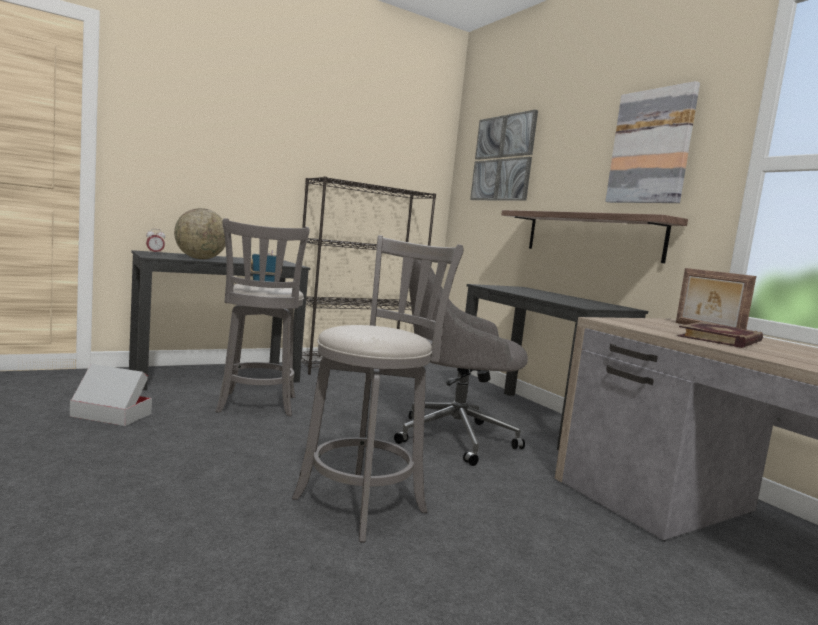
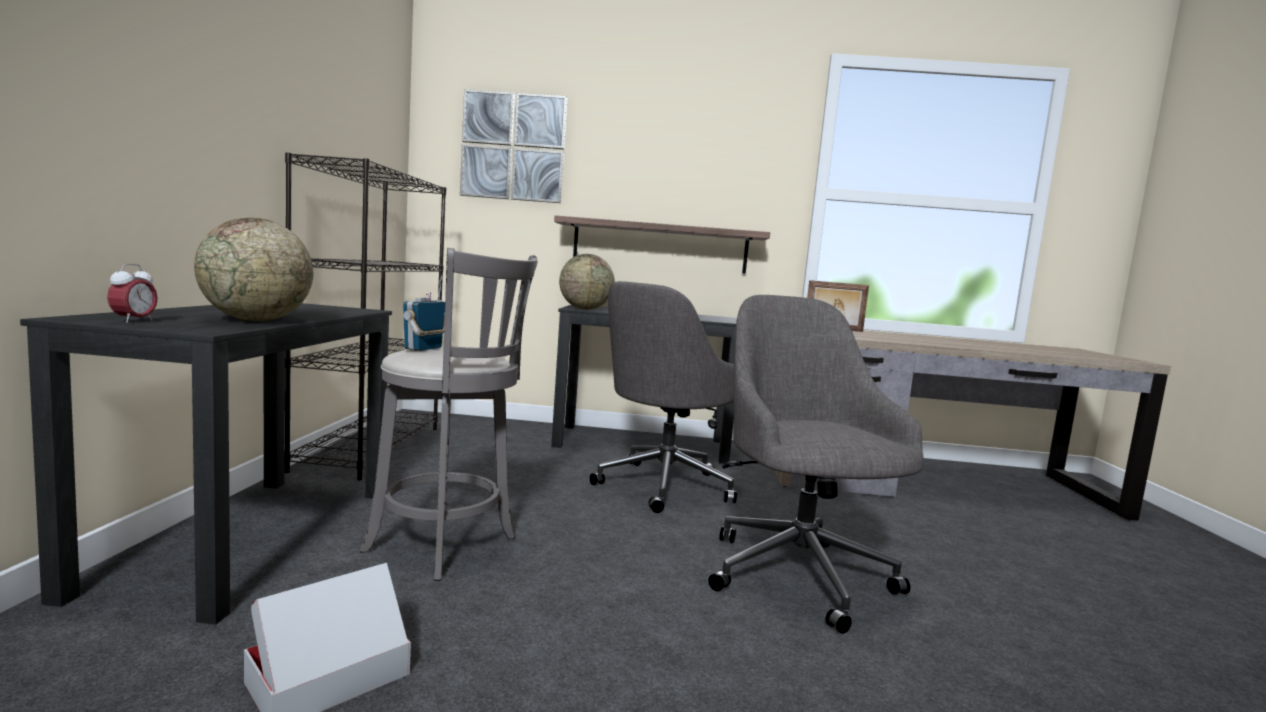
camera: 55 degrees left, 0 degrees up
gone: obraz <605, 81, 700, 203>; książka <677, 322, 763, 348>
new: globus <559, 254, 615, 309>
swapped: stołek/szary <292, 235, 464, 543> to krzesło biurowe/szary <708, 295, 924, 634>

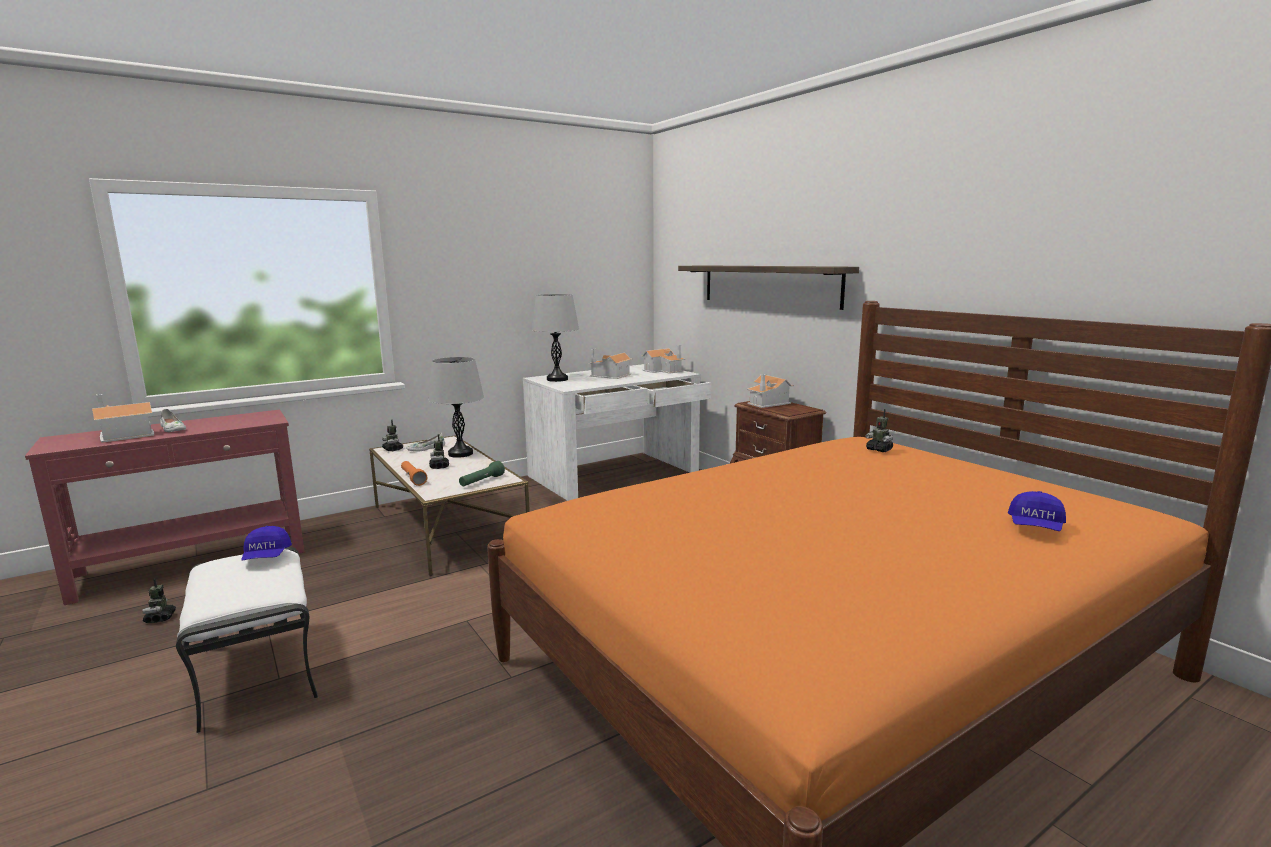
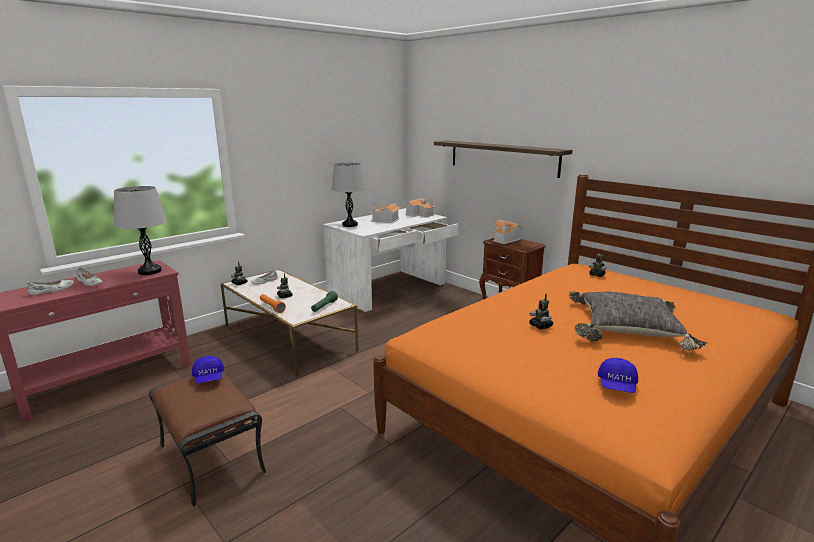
camera: 10 degrees left, 5 degrees up
new: poduszka <569, 291, 707, 351>
shifted: robot zabawkowy <142, 579, 176, 623> to <529, 294, 553, 330>; lampa stołowa/szary <428, 357, 484, 458> to <114, 186, 167, 275>; czapka z daszkiem/niebieski <1008, 491, 1066, 531> to <598, 358, 638, 393>
swapped: domek <92, 394, 154, 443> to but/biały <28, 280, 74, 295>
repainted: pufa/biały <176, 547, 318, 733> to pufa/brązowy <149, 372, 266, 507>

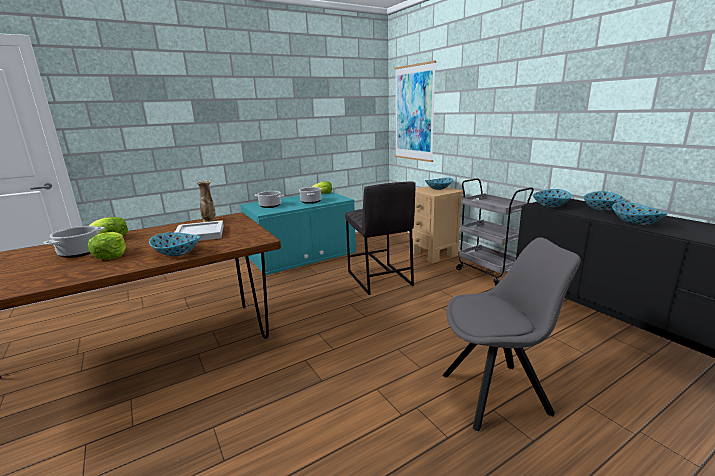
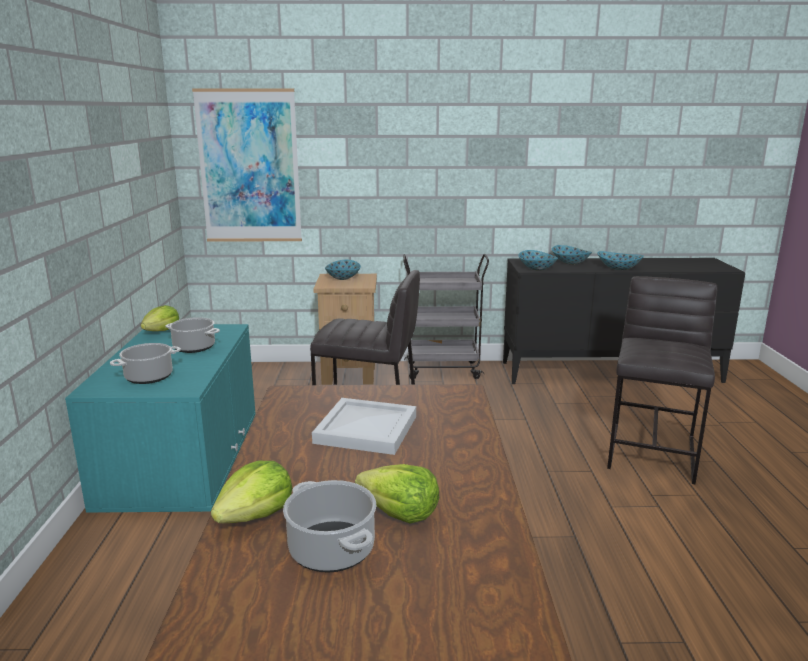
camera: 60 degrees left, 0 degrees up
gone: miska <149, 232, 200, 256>; wazon <196, 180, 215, 222>
swapped: krzesło/szary <442, 237, 581, 431> to stołek/szary <607, 276, 717, 484>

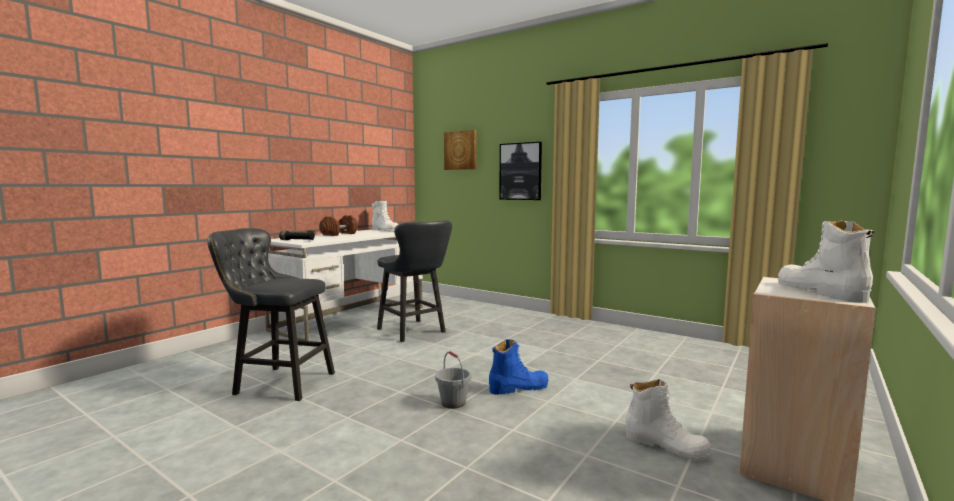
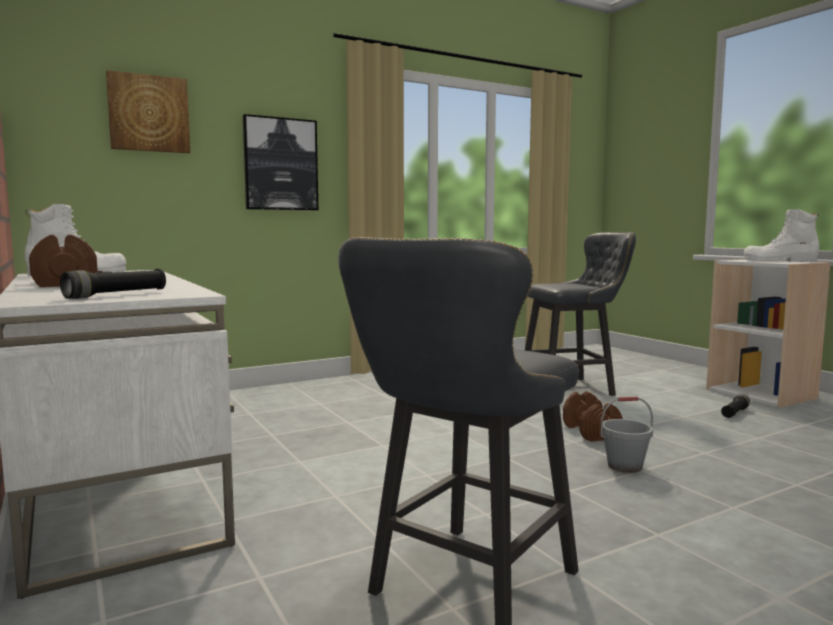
camera: 65 degrees left, 0 degrees up
shifted: stołek/szary <377, 220, 452, 342> to <525, 232, 636, 396>
swapped: but z cholewką/niebieski <489, 340, 549, 395> to hantel/brązowy <563, 391, 623, 442>; but z cholewką/biały <626, 379, 711, 461> to latarka/czarny <721, 394, 750, 418>

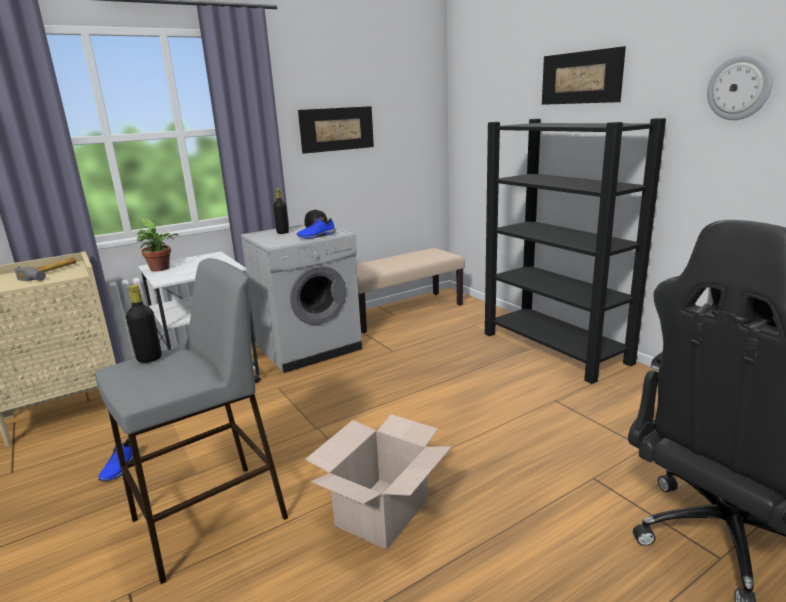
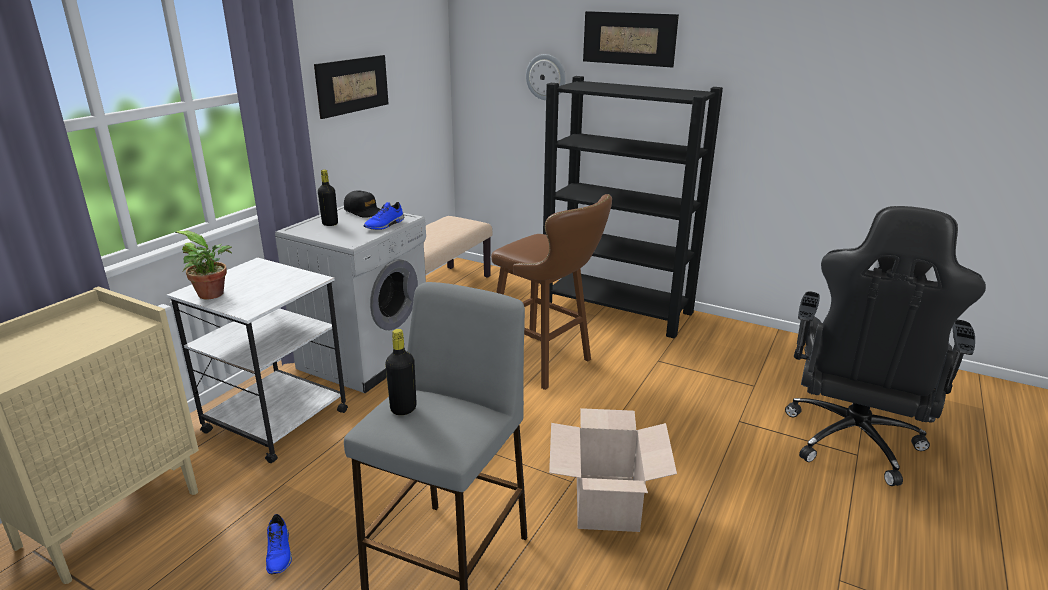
camera: 30 degrees left, 5 degrees up
gone: młotek <15, 257, 76, 281>
new: stołek/brązowy <491, 194, 612, 390>
shifted: zegar ścienny <707, 54, 773, 120> to <526, 54, 566, 100>

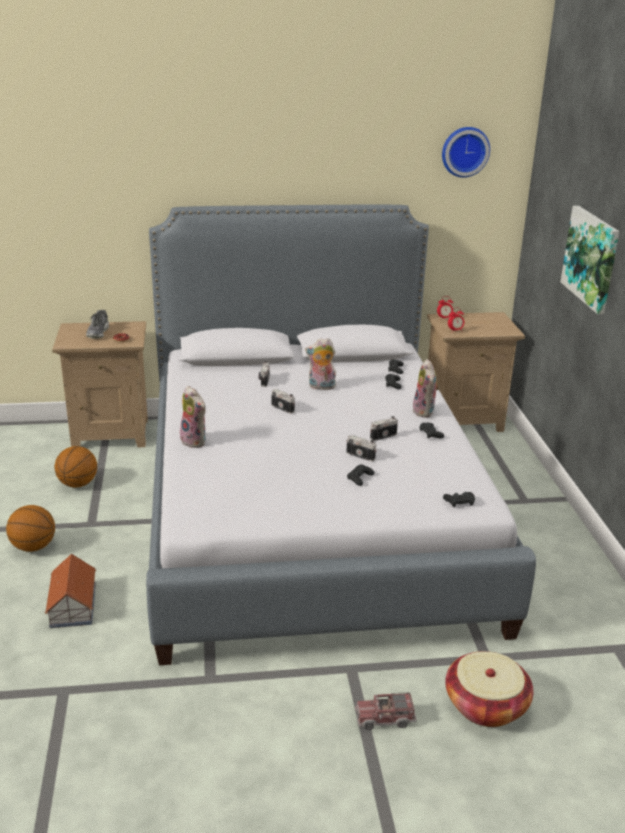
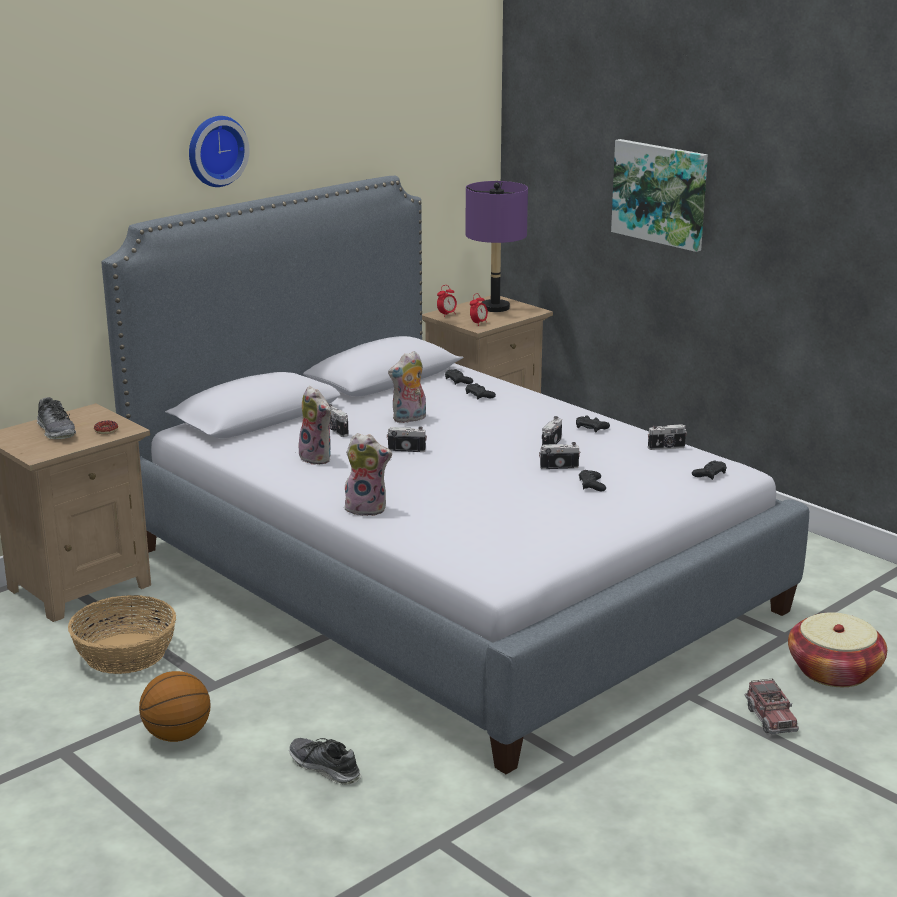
camera: 35 degrees left, 5 degrees down
new: lampa stołowa/fioletowy <466, 181, 528, 312>; aparat fotograficzny <648, 424, 687, 450>
shifted: pluszak <413, 359, 440, 418> to <299, 386, 331, 465>; zegar ścienny <442, 127, 490, 178> to <189, 116, 249, 187>
swapped: domek <45, 554, 96, 628> to but <289, 738, 361, 785>; piłka do koszykówki <55, 446, 97, 488> to koszyk <68, 595, 176, 674>
rotated: ciężarówka zabawkowa <355, 692, 417, 730> = <744, 678, 799, 734> 60 degrees counterclockwise

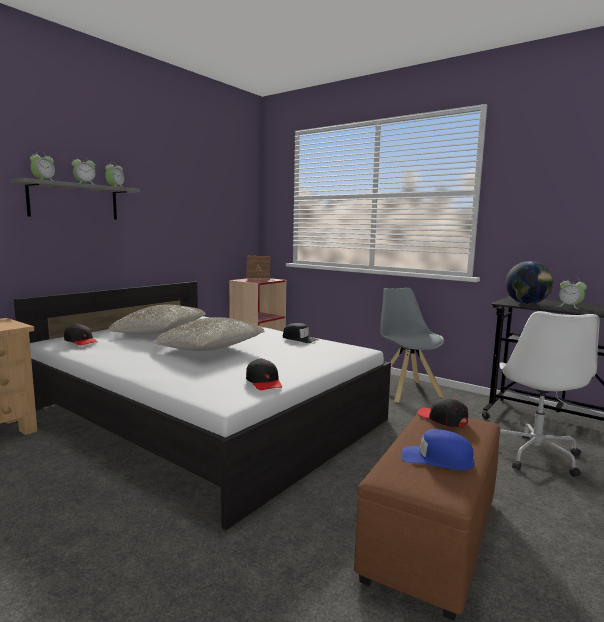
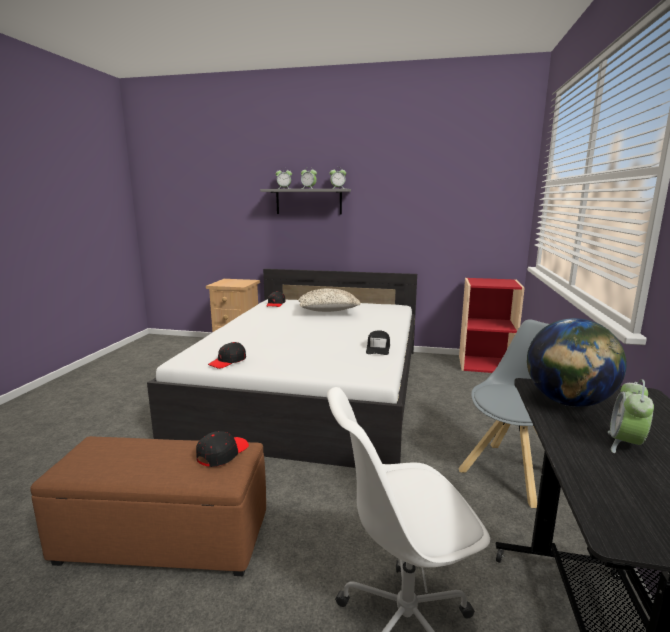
camera: 65 degrees right, 5 degrees up
gone: poduszka/beżowy <154, 317, 265, 351>; domek <246, 256, 275, 281>; czapka z daszkiem/niebieski <401, 429, 474, 470>

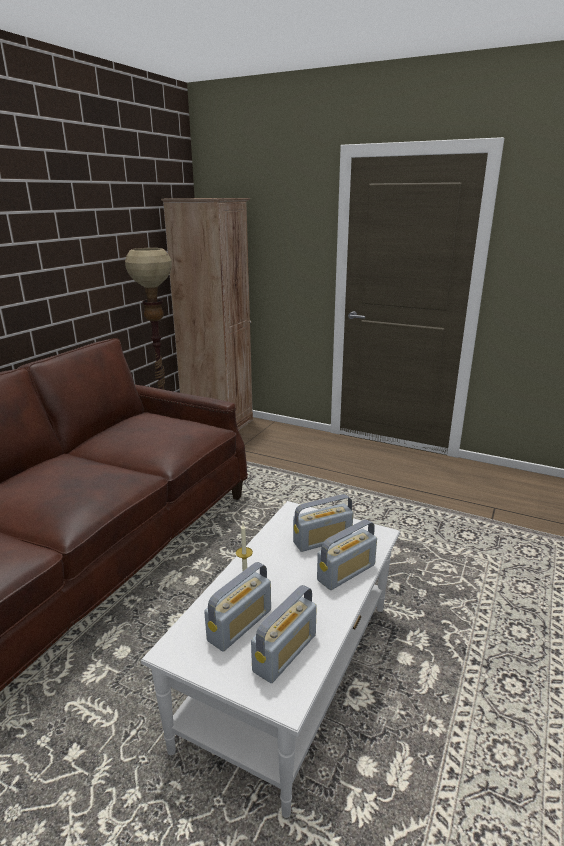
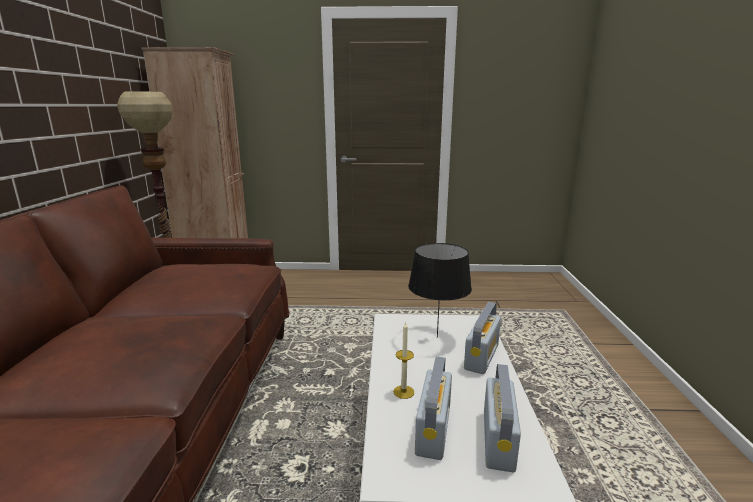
camera: 25 degrees left, 5 degrees down
swapped: radio <293, 494, 353, 552> to lampa stołowa/czarny <408, 243, 472, 338>

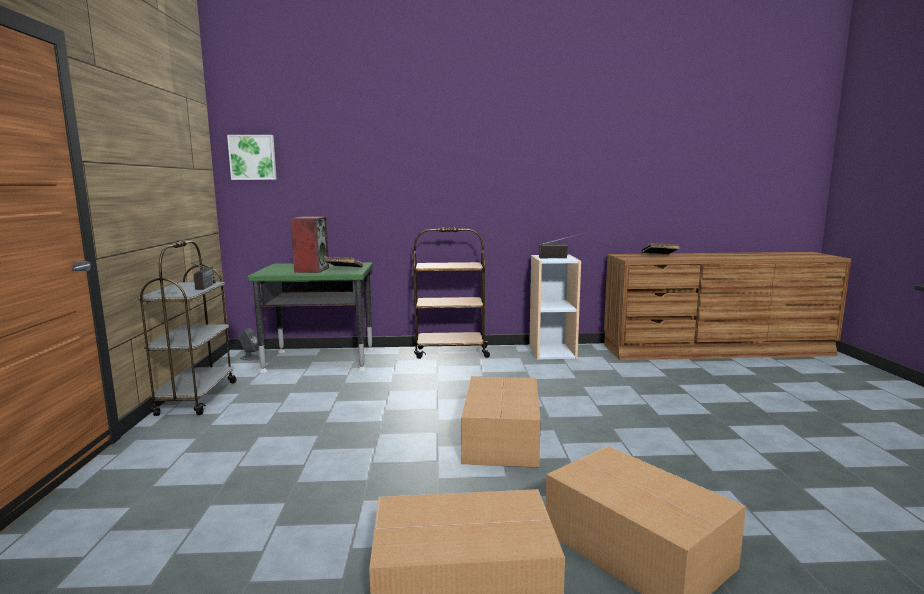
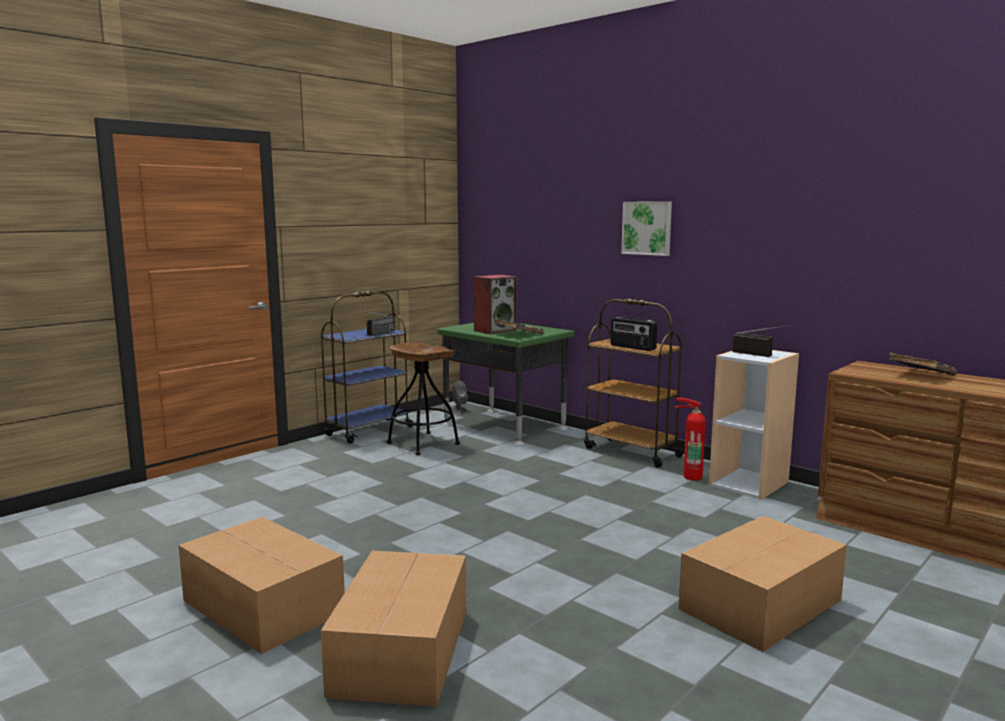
camera: 45 degrees right, 0 degrees up
new: stołek/brązowy <387, 342, 460, 455>; radio <610, 317, 657, 351>; gaśnica <675, 398, 706, 481>
shifted: obraz <227, 135, 277, 180> to <621, 201, 672, 256>; karton <461, 376, 541, 468> to <679, 516, 847, 652>
repainted: wózek/szary <138, 240, 236, 416> to wózek/niebieski <321, 291, 413, 444>

